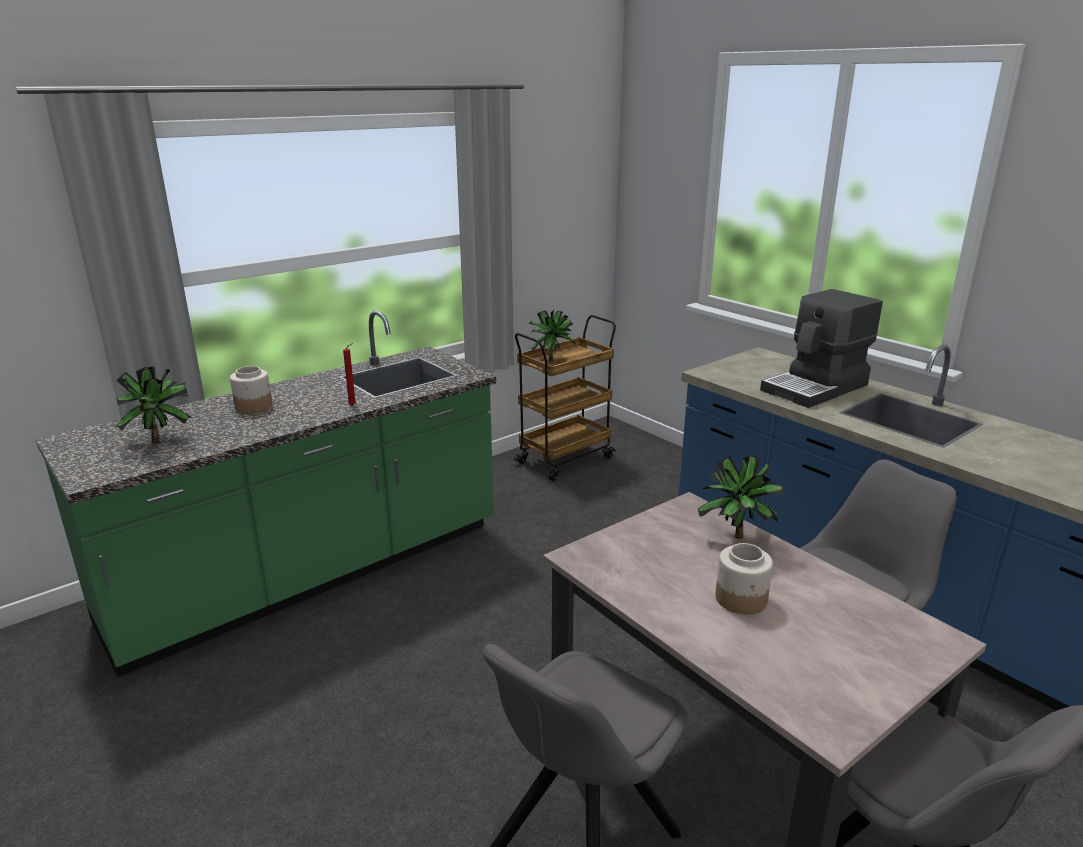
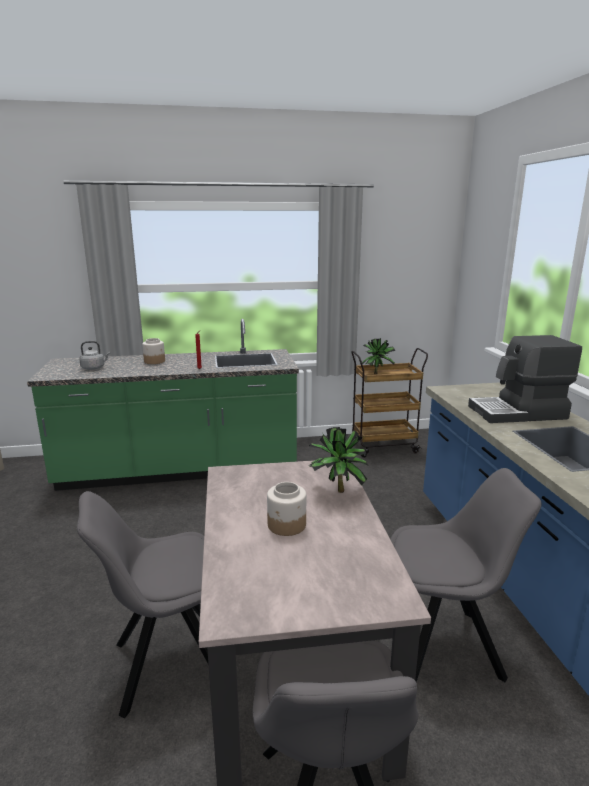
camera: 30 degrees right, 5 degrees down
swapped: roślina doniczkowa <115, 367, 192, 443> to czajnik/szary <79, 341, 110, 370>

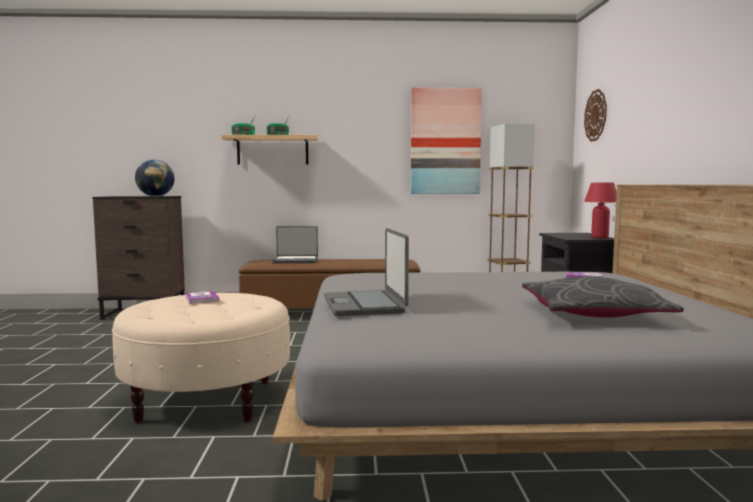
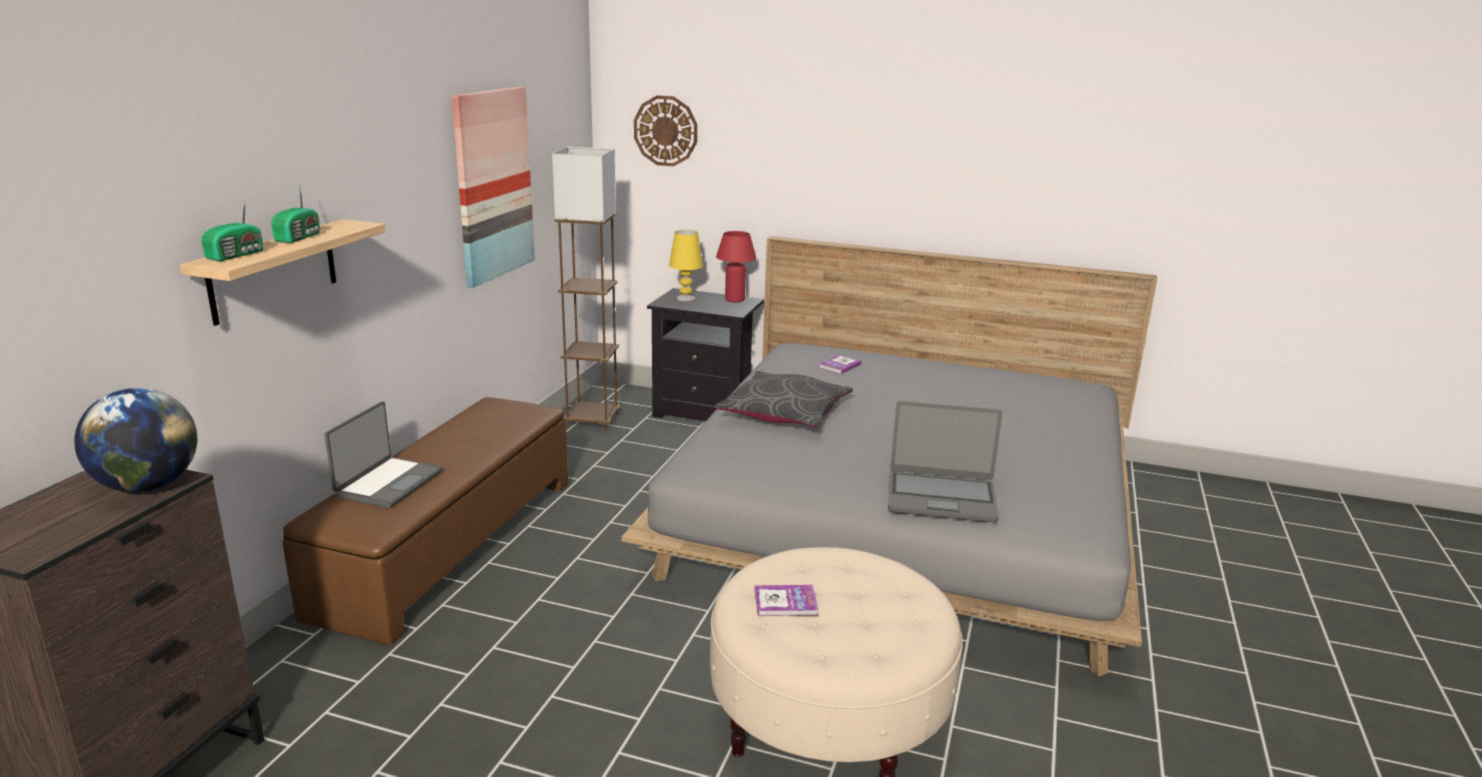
camera: 70 degrees left, 15 degrees up
new: lampa stołowa/żółty <669, 230, 703, 301>
shifted: poduszka/szary <522, 276, 684, 317> to <715, 371, 853, 428>

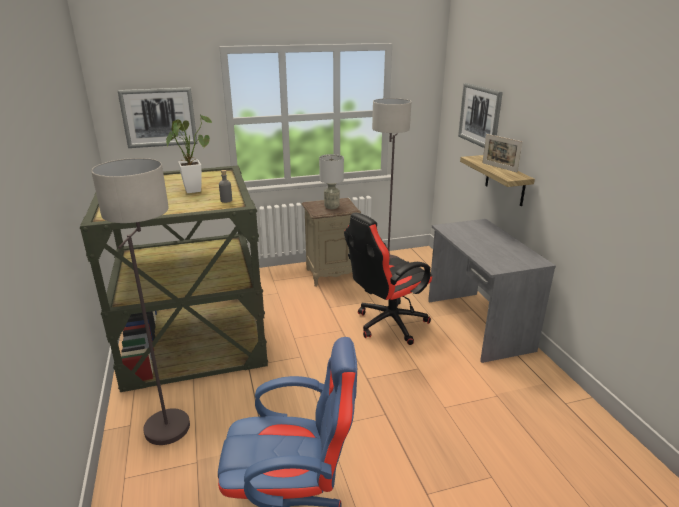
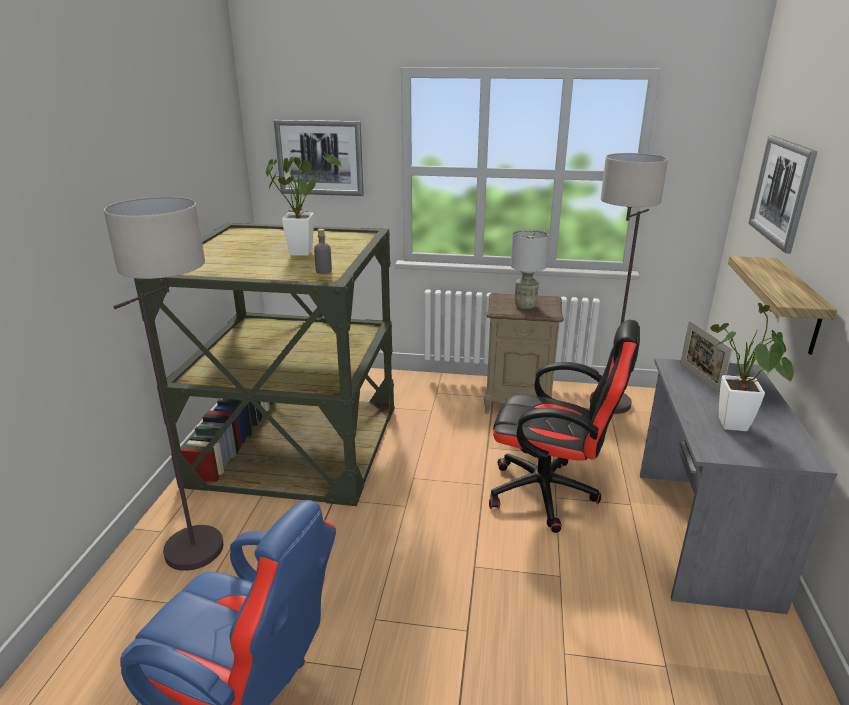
camera: 25 degrees right, 0 degrees up
new: roślina doniczkowa <708, 303, 794, 431>
shifted: ramka na zdjęcie <482, 134, 523, 173> to <681, 321, 733, 393>
rotated: krzesło biurowe/czarny <344, 213, 432, 345> = <489, 320, 640, 533> 150 degrees counterclockwise

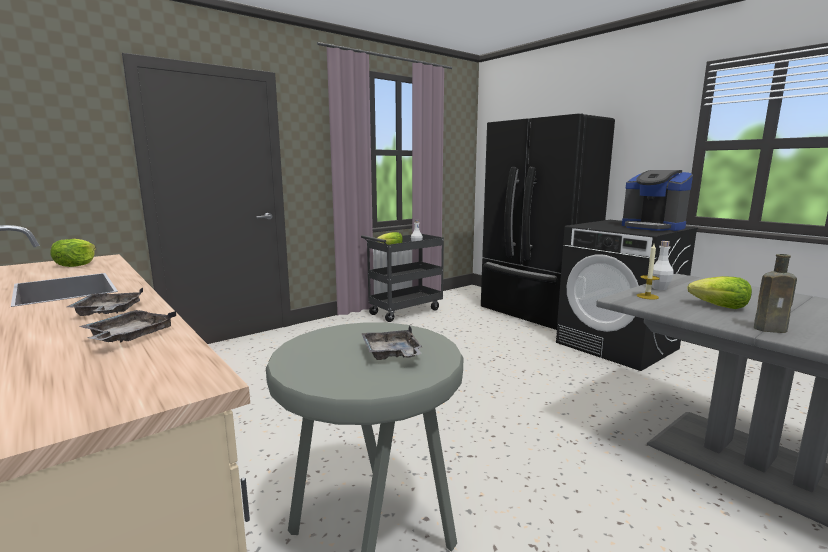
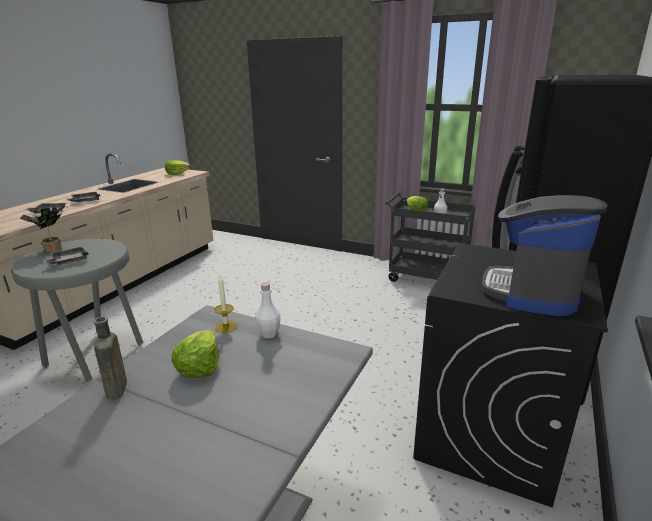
camera: 65 degrees right, 10 degrees up
new: roślina doniczkowa <20, 208, 61, 252>

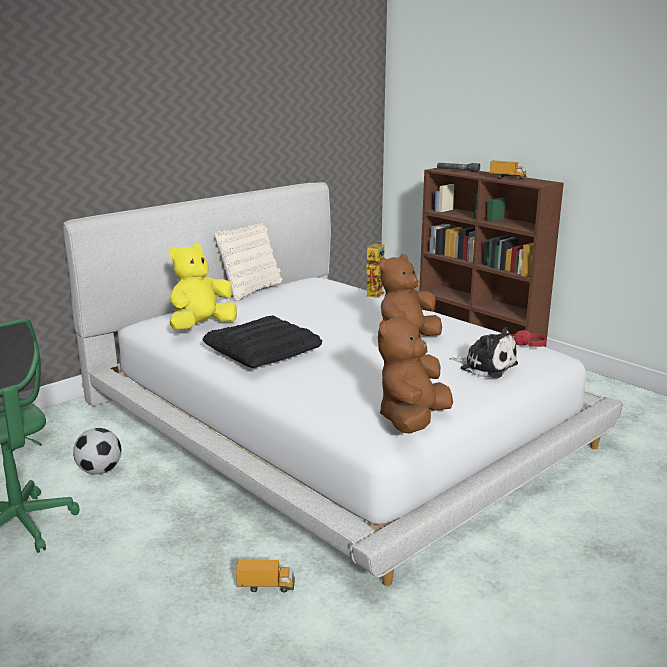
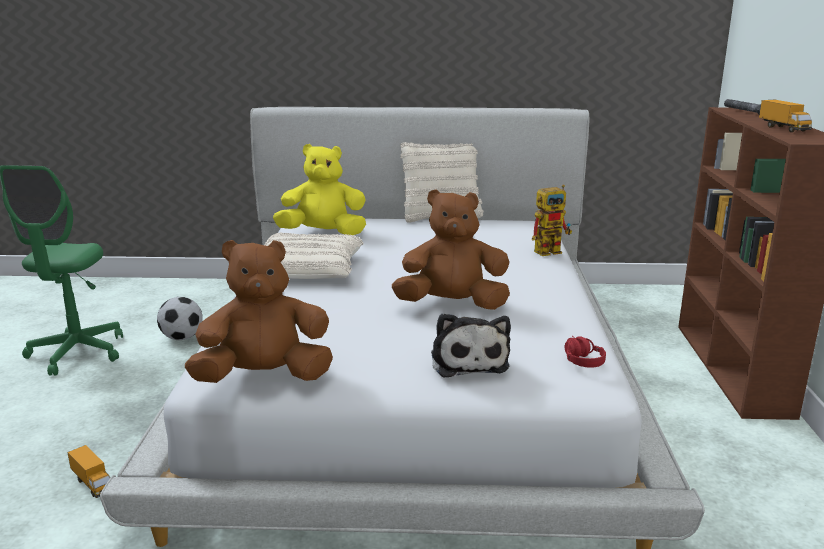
camera: 45 degrees right, 0 degrees up
repainted: poduszka/czarny <202, 315, 322, 368> to poduszka/beżowy <264, 233, 363, 279>

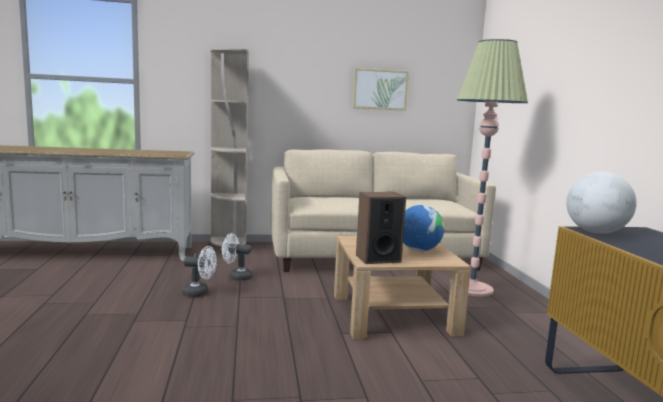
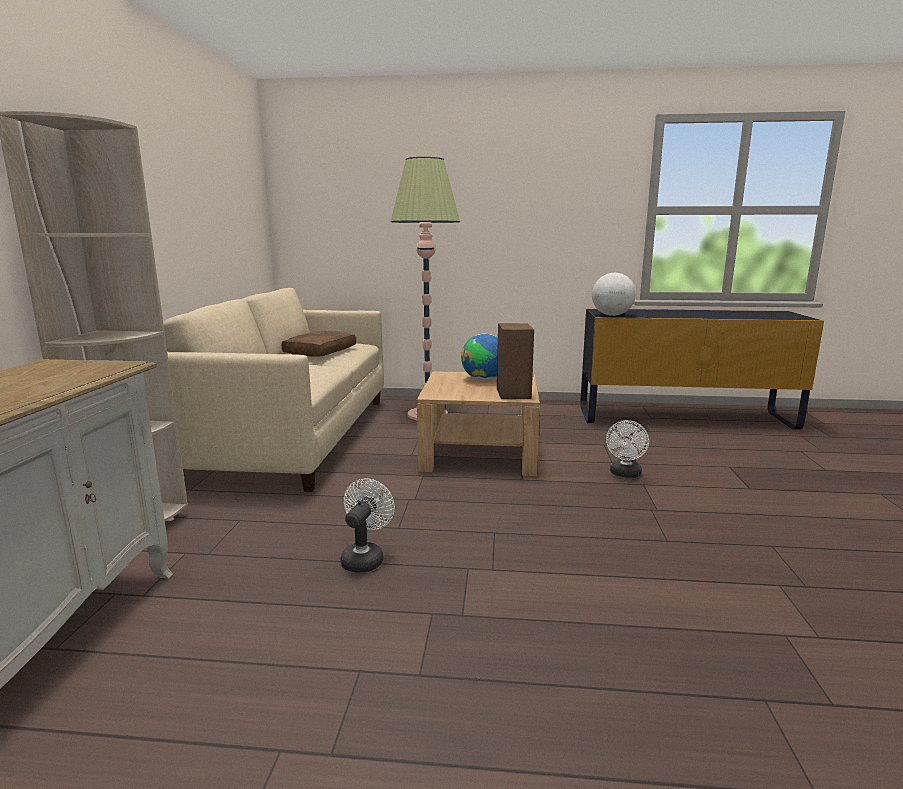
camera: 75 degrees left, 5 degrees up
gone: obraz <352, 68, 409, 111>
new: poduszka/brązowy <282, 331, 356, 356>
shifted: wentylator/biały <222, 233, 253, 281> to <606, 420, 649, 478>

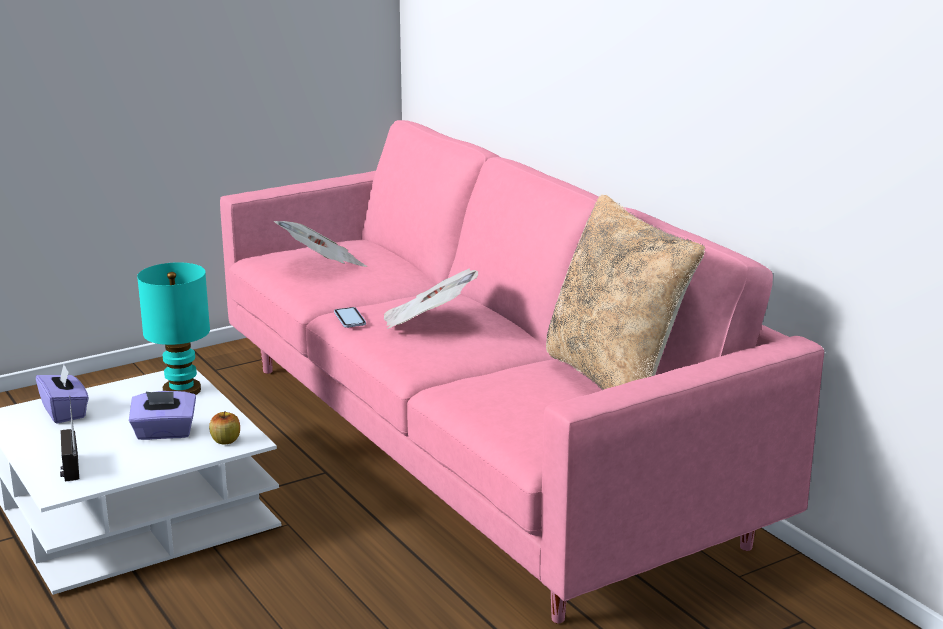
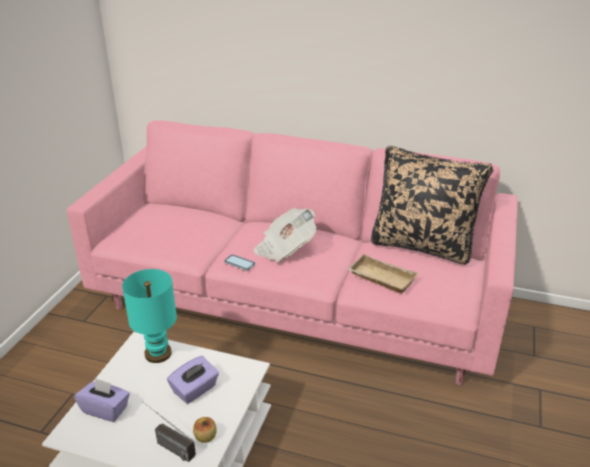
camera: 40 degrees left, 10 degrees up
gone: gazeta <274, 221, 368, 267>
new: taca/beżowy <347, 254, 418, 293>
shifted: jabłko <209, 411, 240, 444> to <193, 417, 216, 443>
repainted: poduszka/beżowy <546, 194, 705, 390> to poduszka/czarny <371, 145, 494, 265>

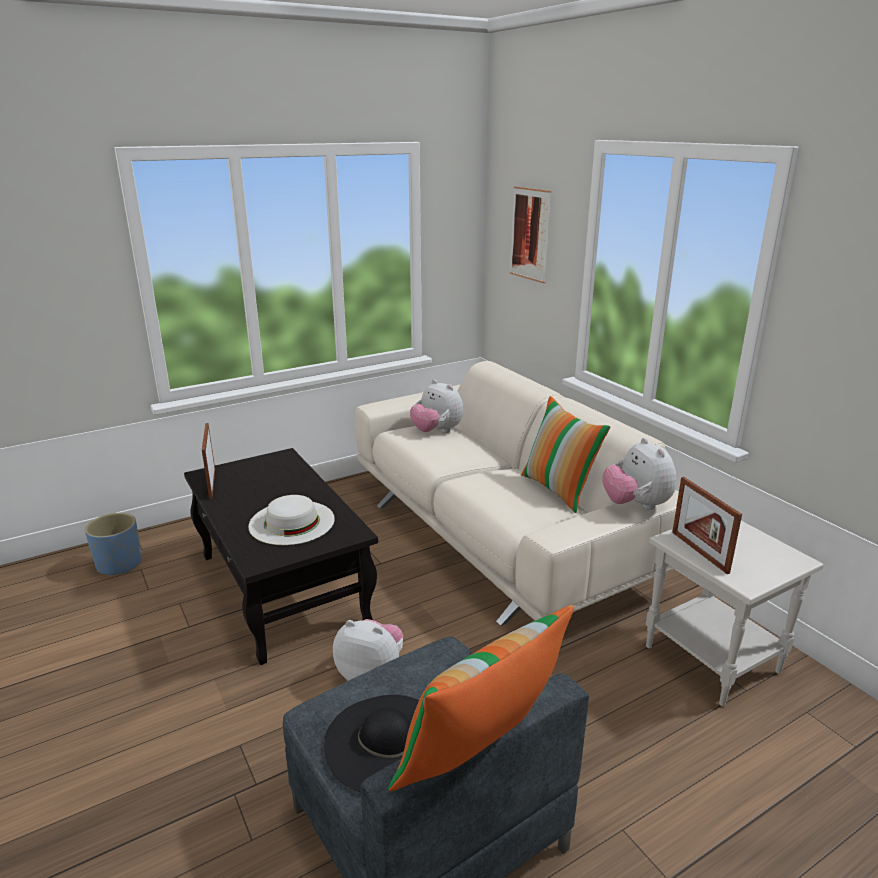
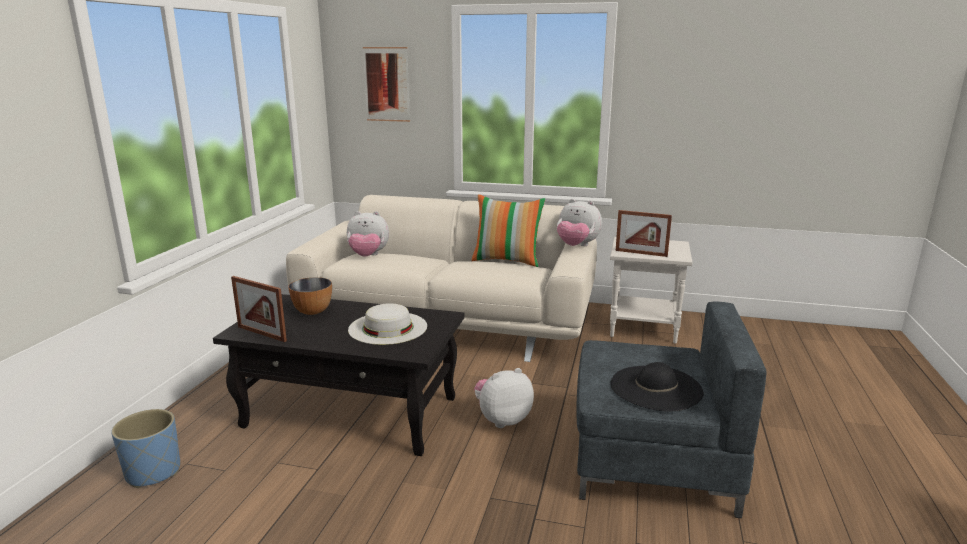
camera: 45 degrees left, 5 degrees down
gone: poduszka <388, 605, 574, 791>
new: miska <288, 277, 332, 315>

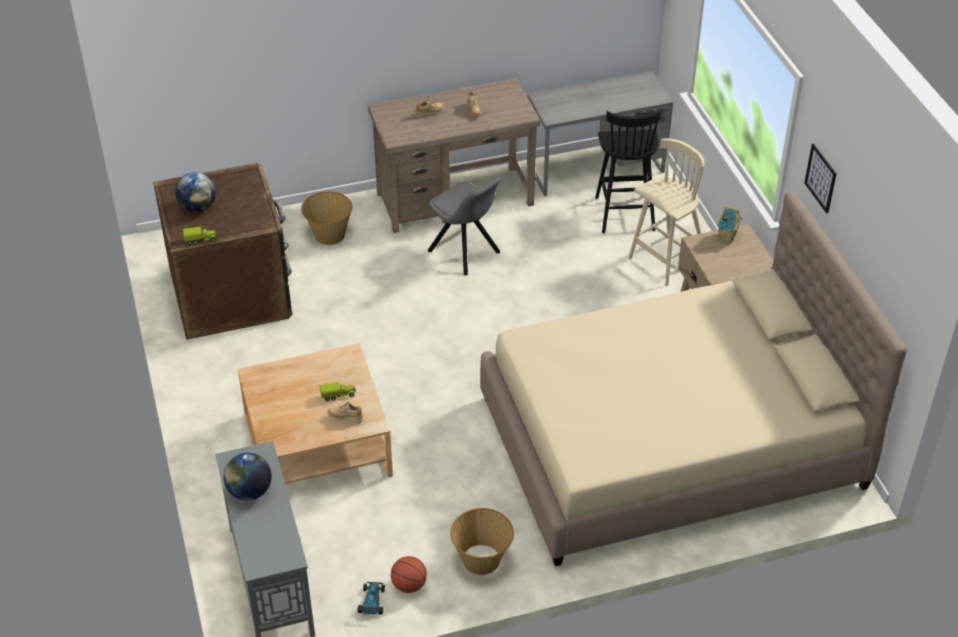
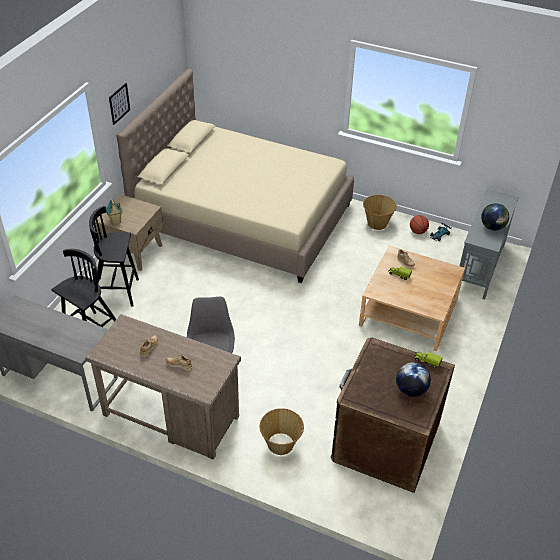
camera: 140 degrees left, 0 degrees up
repainted: stołek/beżowy <628, 138, 705, 286> to stołek/czarny <89, 206, 139, 307>

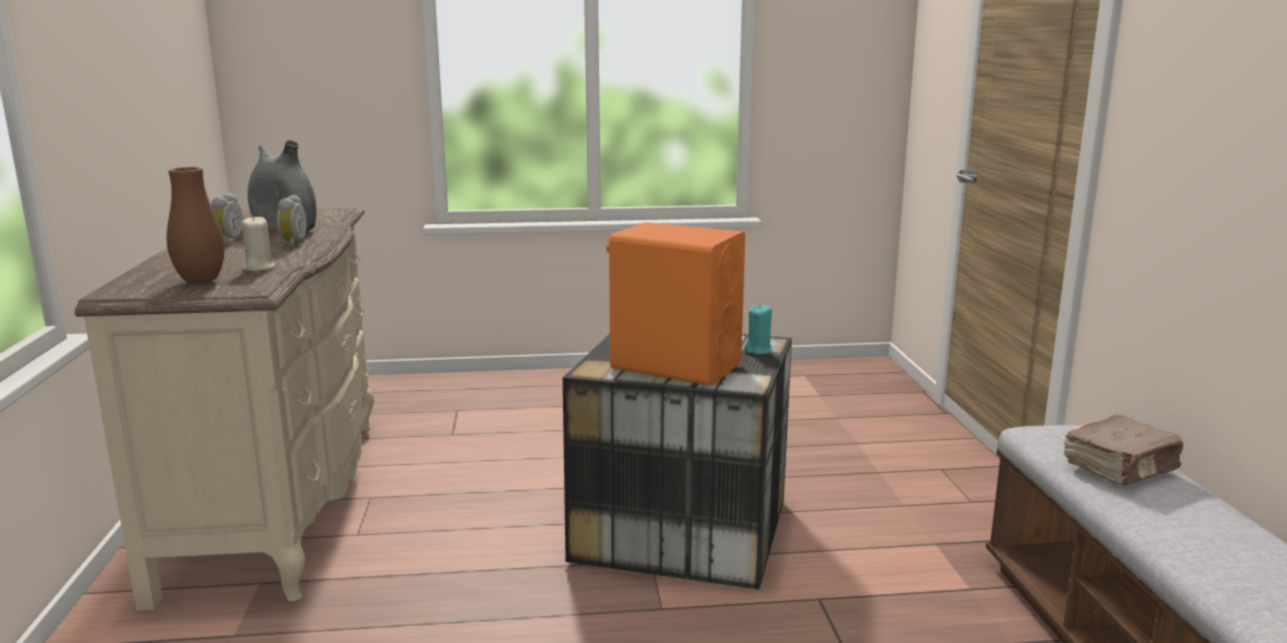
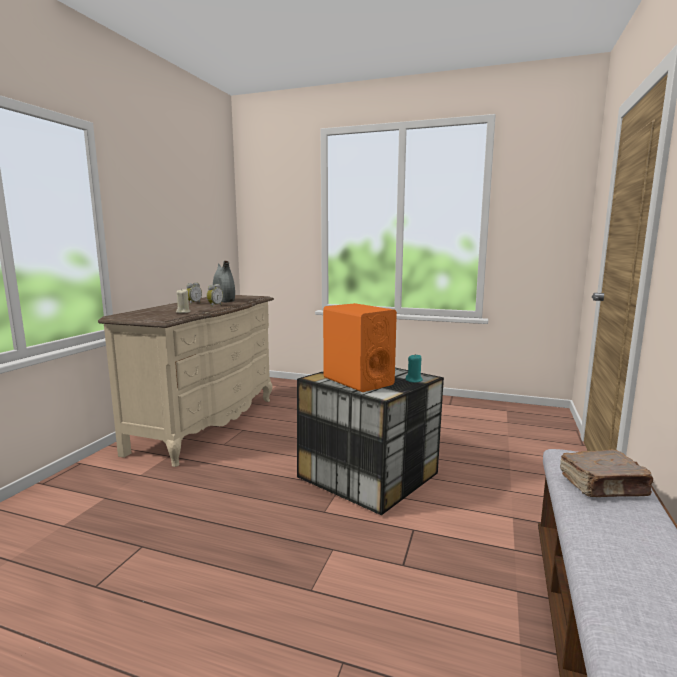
camera: 25 degrees right, 5 degrees down
gone: wazon/brązowy <167, 167, 225, 284>

